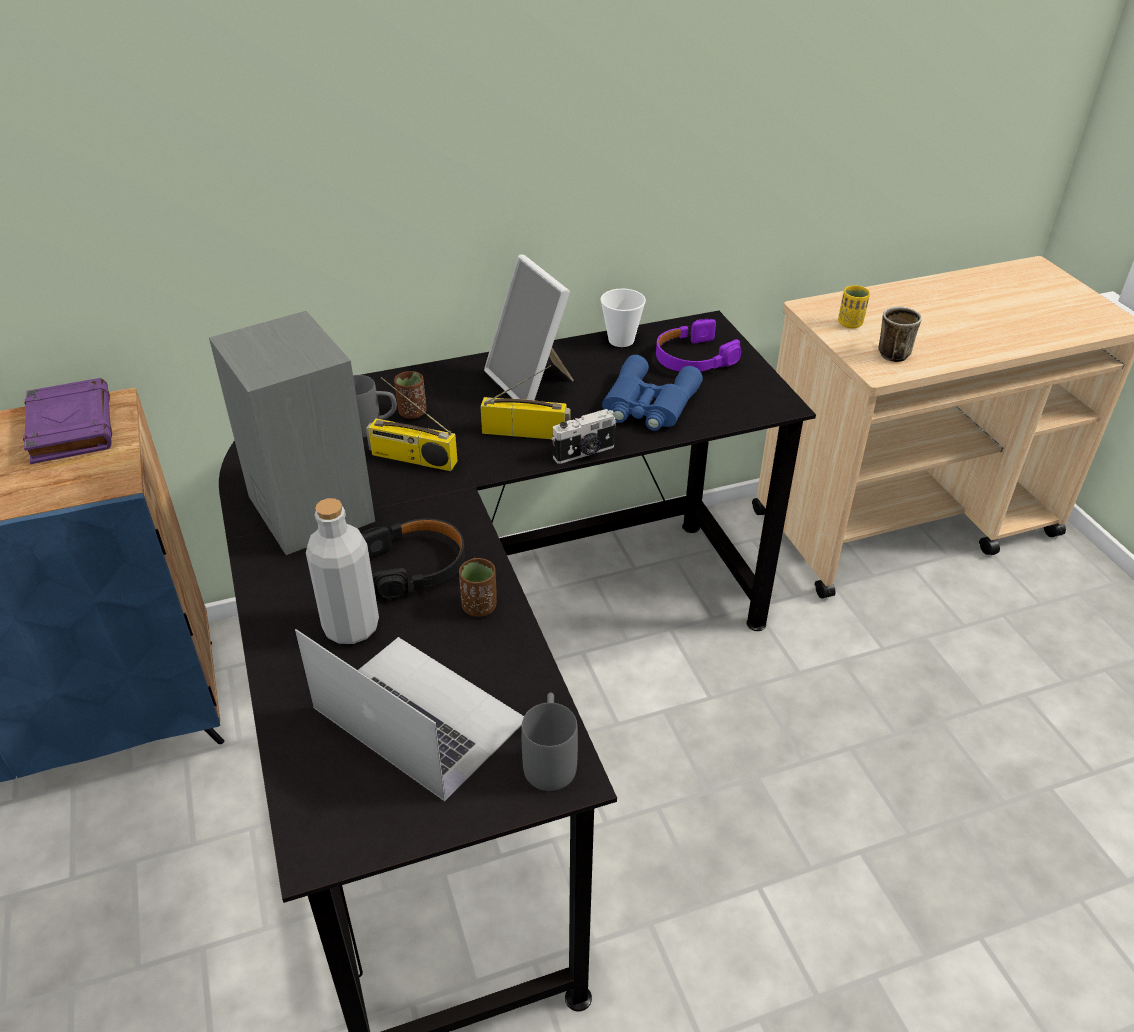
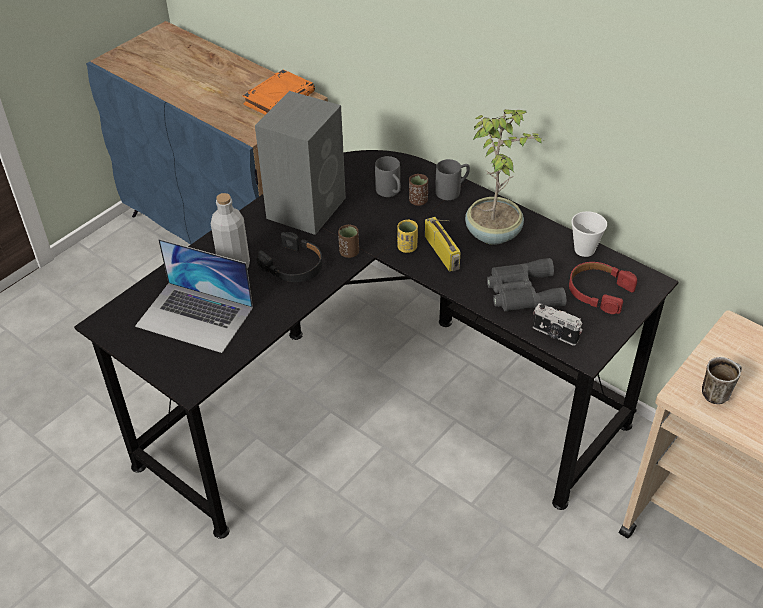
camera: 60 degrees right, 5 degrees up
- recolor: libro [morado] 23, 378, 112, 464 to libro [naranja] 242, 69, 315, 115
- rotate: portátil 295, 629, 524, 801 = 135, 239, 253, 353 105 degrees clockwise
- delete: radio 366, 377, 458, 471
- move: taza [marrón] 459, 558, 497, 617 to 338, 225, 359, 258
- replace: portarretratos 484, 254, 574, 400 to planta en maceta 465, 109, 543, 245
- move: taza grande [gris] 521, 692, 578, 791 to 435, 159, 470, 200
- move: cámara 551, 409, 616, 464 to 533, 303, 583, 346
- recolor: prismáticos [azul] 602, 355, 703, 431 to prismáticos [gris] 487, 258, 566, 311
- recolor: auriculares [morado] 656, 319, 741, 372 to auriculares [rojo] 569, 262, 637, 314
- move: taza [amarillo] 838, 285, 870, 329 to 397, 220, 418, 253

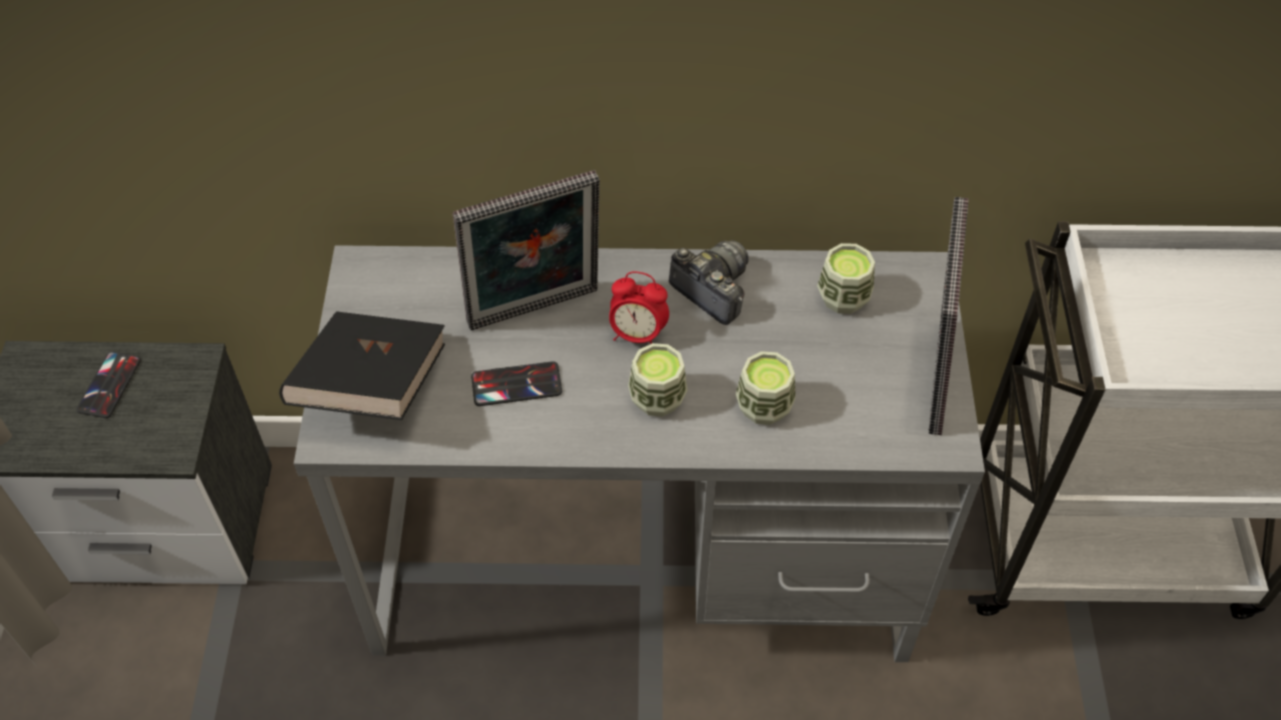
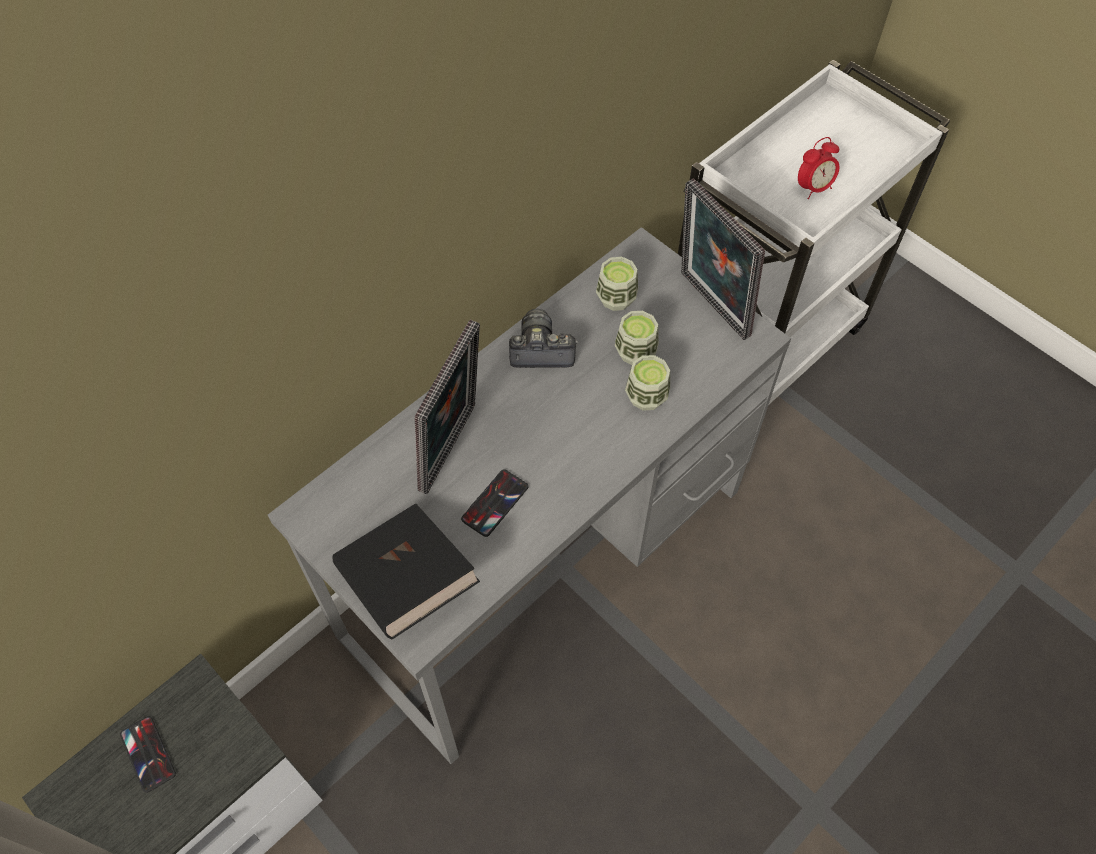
camera: 45 degrees left, 5 degrees up
- move: despertador 609, 271, 669, 344 to 798, 137, 839, 200
- move: taza 628, 343, 688, 417 to 615, 311, 659, 365

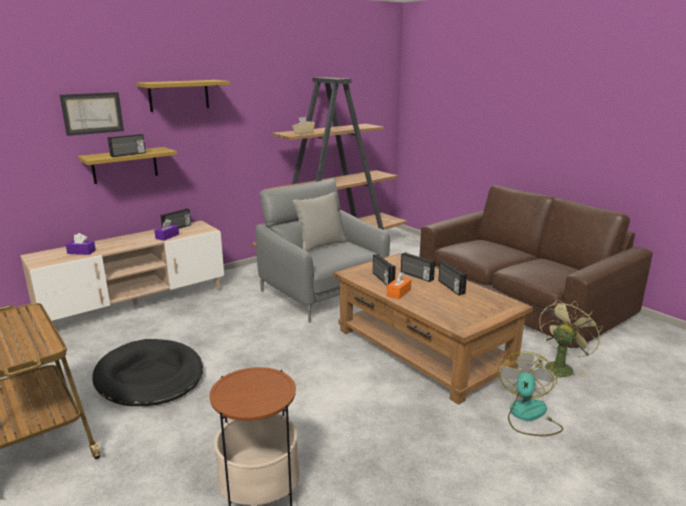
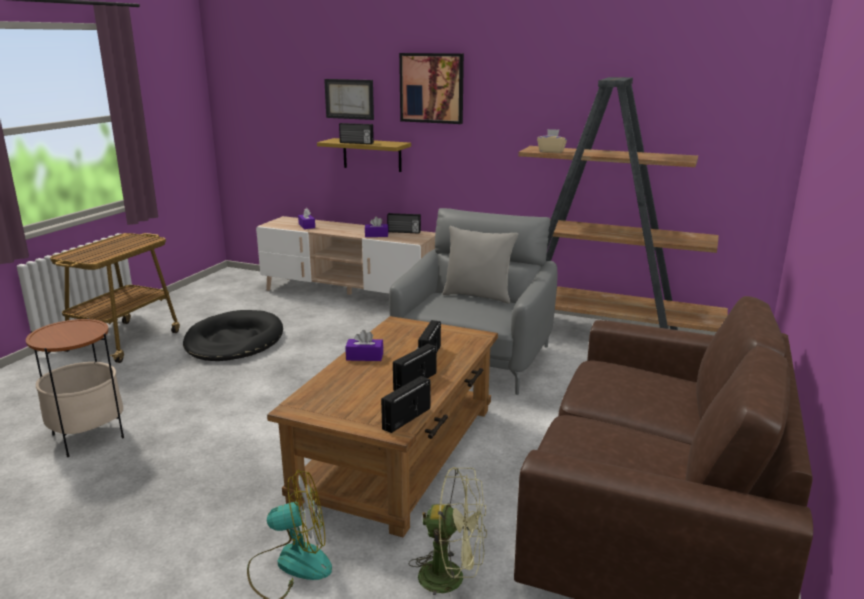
camera: 60 degrees right, 0 degrees up
- replace: estante 136, 80, 230, 112 to cuadro 399, 53, 464, 124
- move: radio 373, 254, 396, 285 to 381, 376, 430, 433
- recolor: caja de pañuelos [naranja] 387, 272, 411, 299 to caja de pañuelos [morado] 346, 330, 383, 361

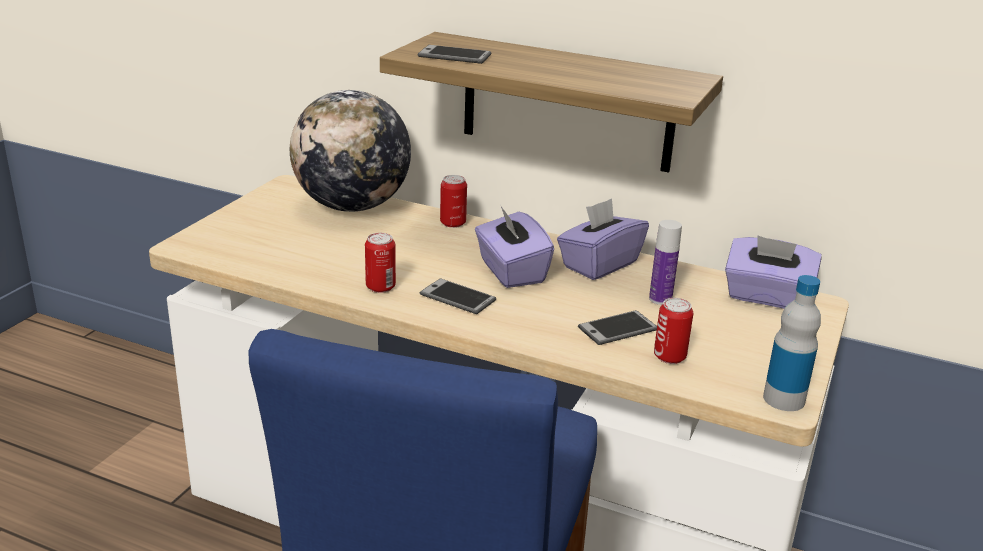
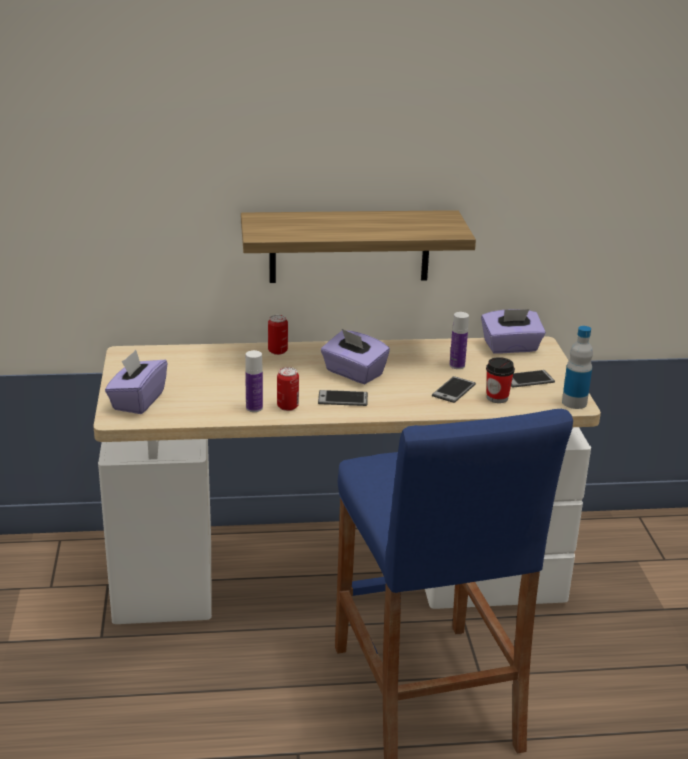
camera: 30 degrees left, 0 degrees up
- delete: globo terráqueo 290, 90, 411, 212
- move: móvil 418, 45, 491, 64 to 511, 370, 555, 388
- move: caja de pañuelos [morado] 557, 198, 649, 280 to 105, 350, 167, 414
- replace: lata 654, 298, 693, 364 to taza 486, 357, 515, 403
- insert: botella 245, 350, 263, 412

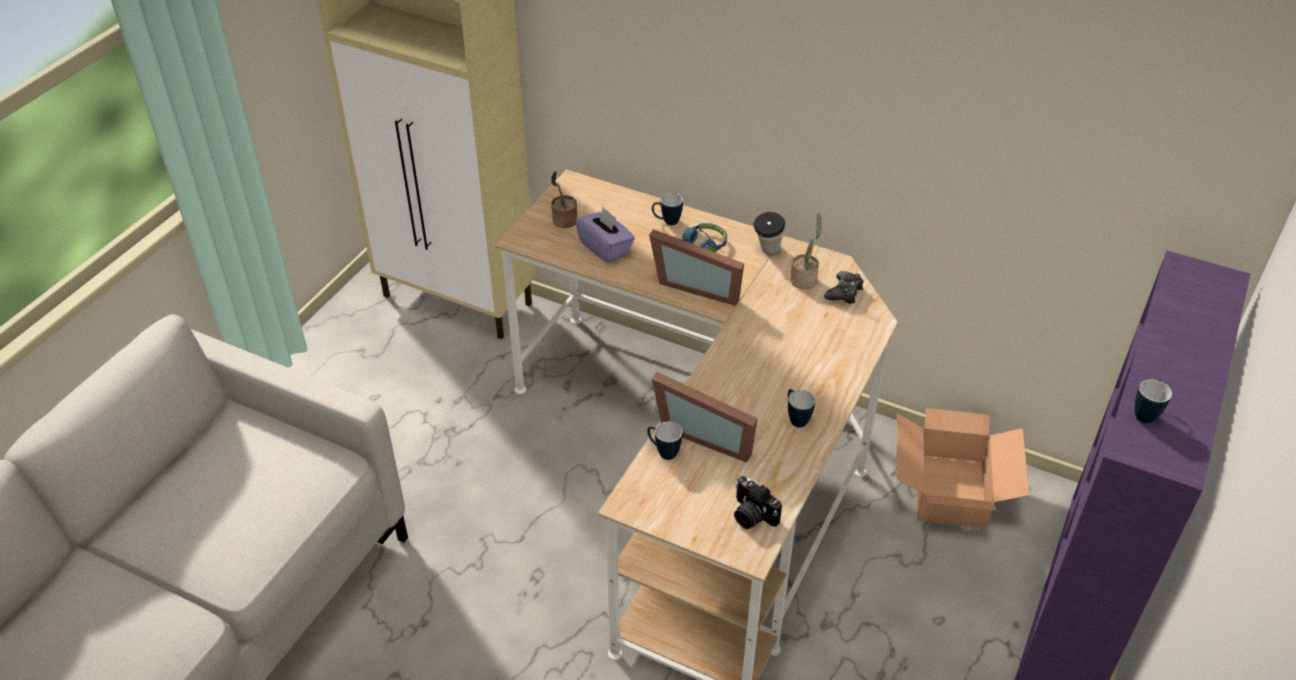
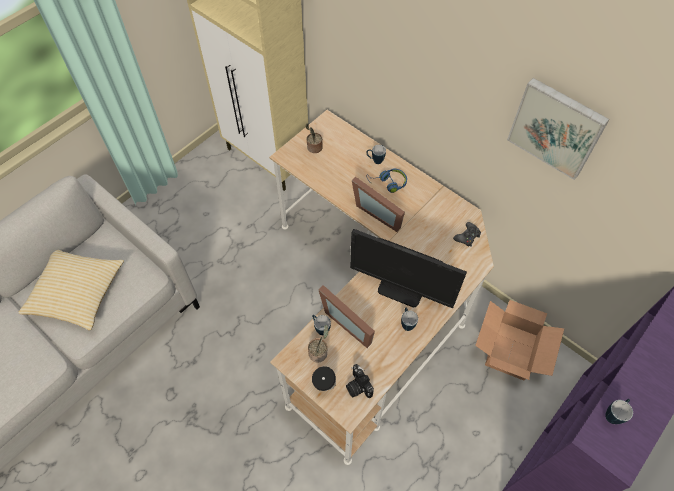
camera: 15 degrees right, 15 degrees up
- delete: caja de pañuelos [morado] 575, 207, 635, 264
- move: taza 753, 212, 785, 253 to 312, 366, 336, 391
- move: planta en maceta 790, 213, 822, 289 to 308, 325, 328, 363
- insert: cojín 18, 250, 124, 330
- insert: monitor 350, 229, 467, 308
- insert: cuadro 507, 78, 610, 180

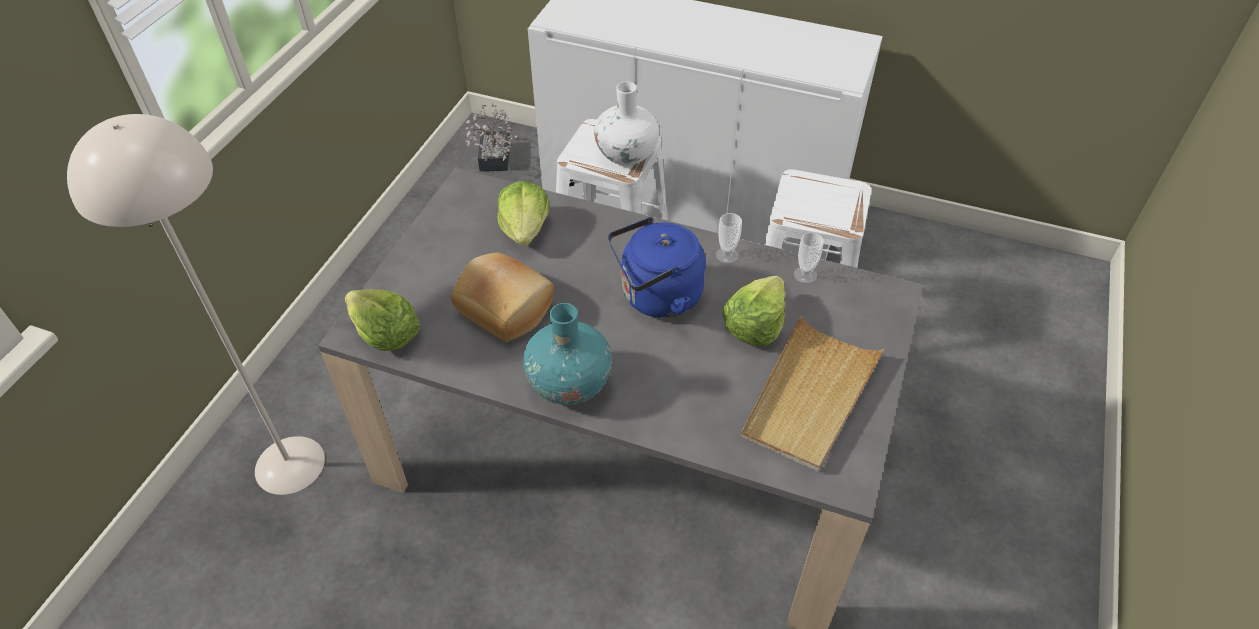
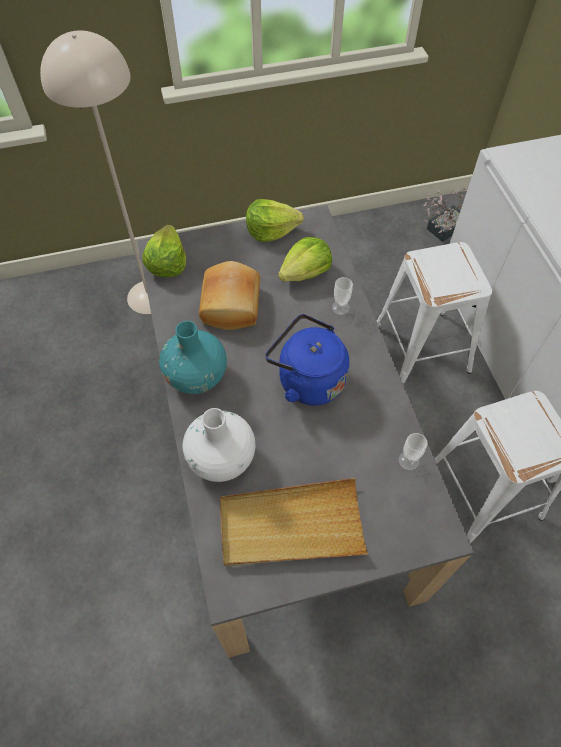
camera: 55 degrees right, 10 degrees up
- move: florero [blanco] 594, 81, 659, 166 to 183, 408, 255, 482
- move: taza 716, 213, 742, 263 to 332, 277, 353, 315
- move: lechuga 722, 276, 785, 346 to 246, 199, 304, 242

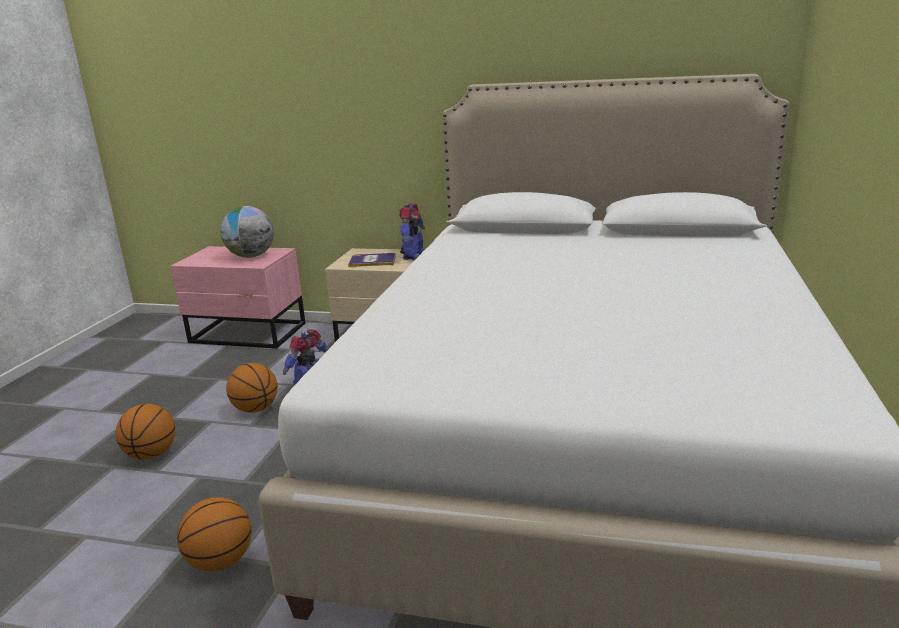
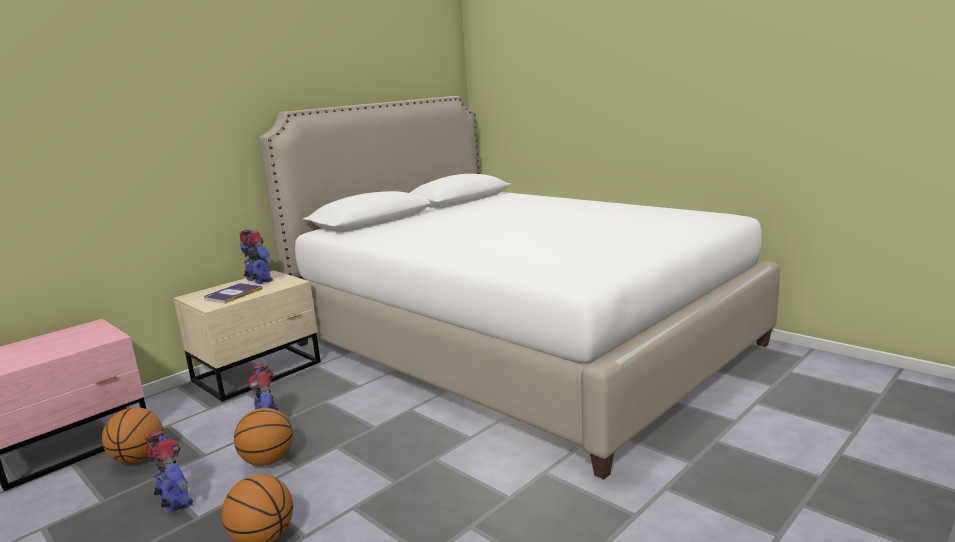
camera: 60 degrees left, 5 degrees down
- move: balón de baloncesto 177, 497, 252, 571 to 102, 407, 163, 463
- delete: globo terráqueo 221, 206, 274, 258
- insert: robot de juguete 145, 430, 193, 514

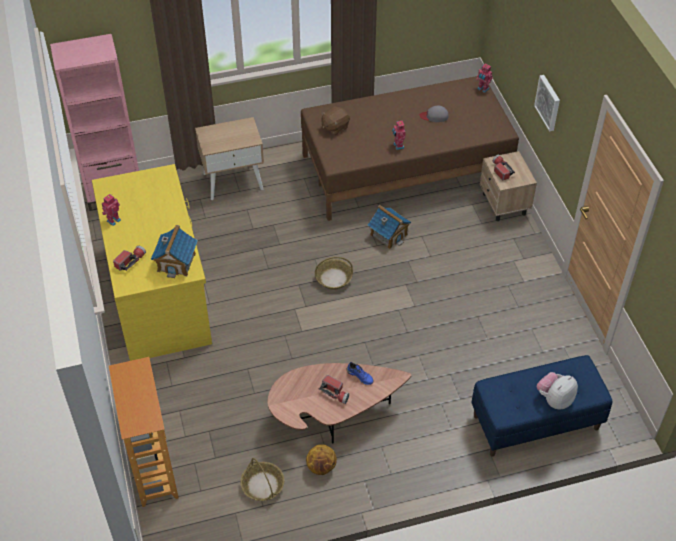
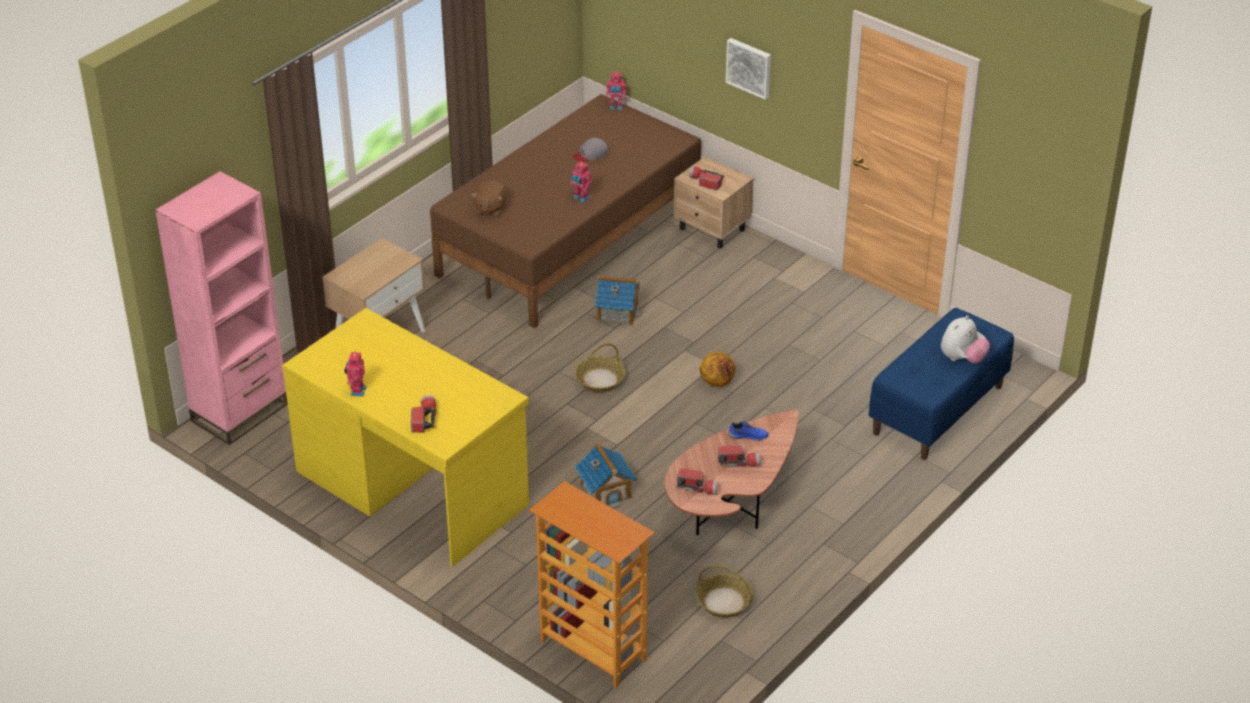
camera: 35 degrees left, 10 degrees down
- move: casita 151, 225, 198, 278 to 575, 442, 637, 508
- move: balón de baloncesto 306, 444, 337, 475 to 700, 352, 736, 387
- rotate: peluche 537, 372, 578, 409 = 941, 316, 990, 364 150 degrees counterclockwise
- insert: linterna 676, 468, 717, 495

